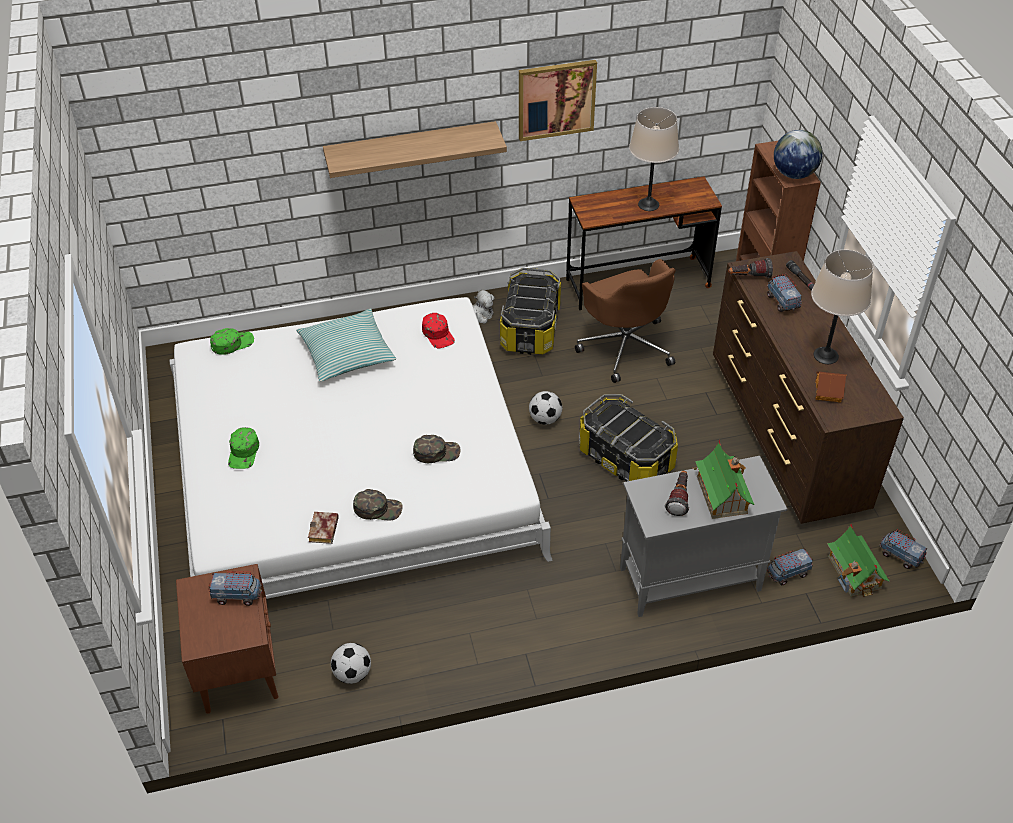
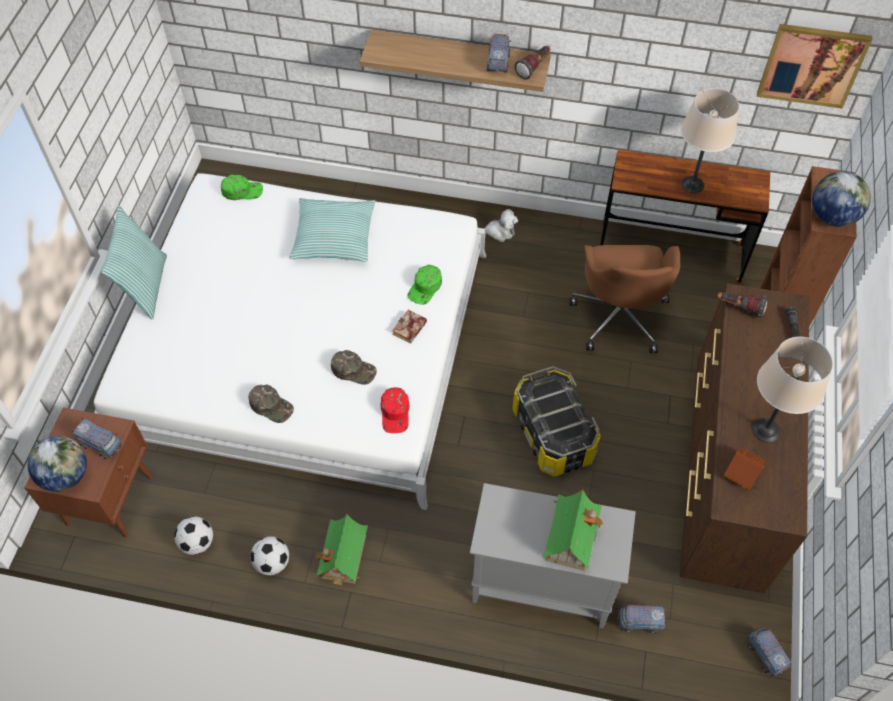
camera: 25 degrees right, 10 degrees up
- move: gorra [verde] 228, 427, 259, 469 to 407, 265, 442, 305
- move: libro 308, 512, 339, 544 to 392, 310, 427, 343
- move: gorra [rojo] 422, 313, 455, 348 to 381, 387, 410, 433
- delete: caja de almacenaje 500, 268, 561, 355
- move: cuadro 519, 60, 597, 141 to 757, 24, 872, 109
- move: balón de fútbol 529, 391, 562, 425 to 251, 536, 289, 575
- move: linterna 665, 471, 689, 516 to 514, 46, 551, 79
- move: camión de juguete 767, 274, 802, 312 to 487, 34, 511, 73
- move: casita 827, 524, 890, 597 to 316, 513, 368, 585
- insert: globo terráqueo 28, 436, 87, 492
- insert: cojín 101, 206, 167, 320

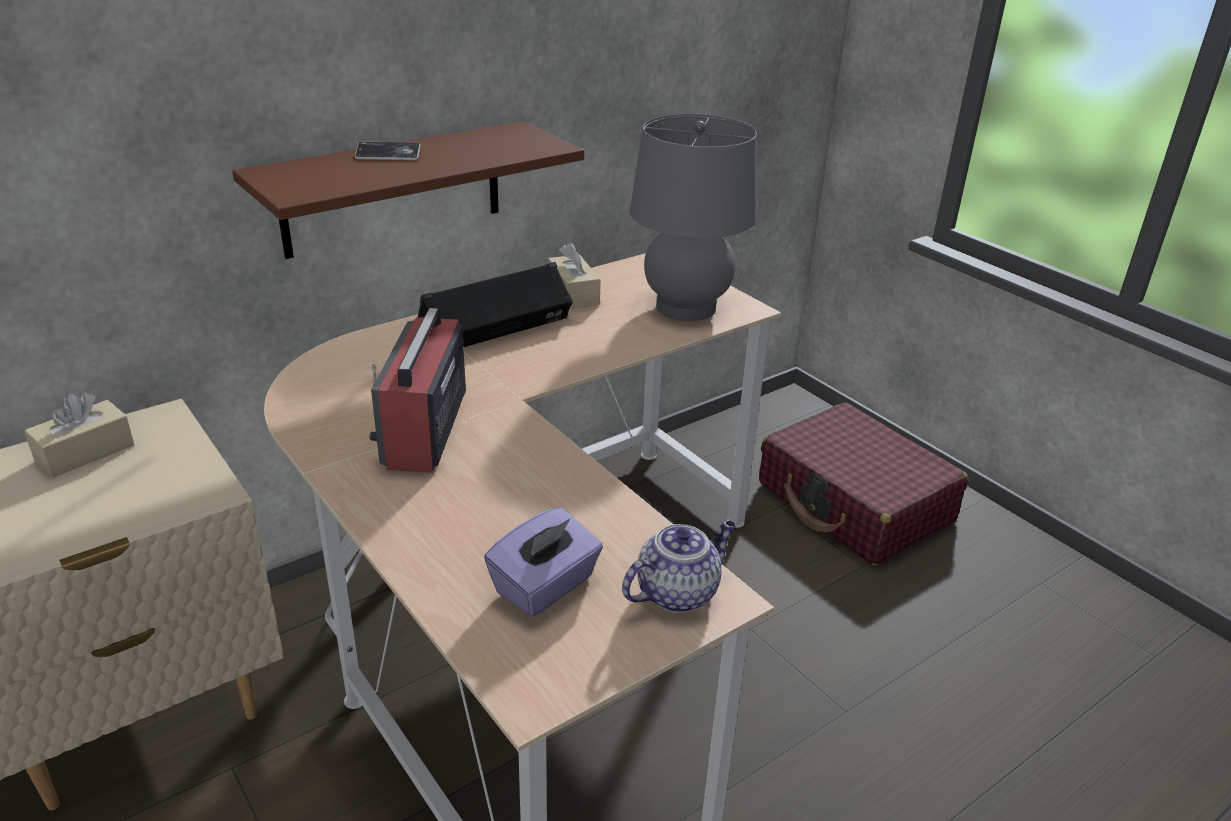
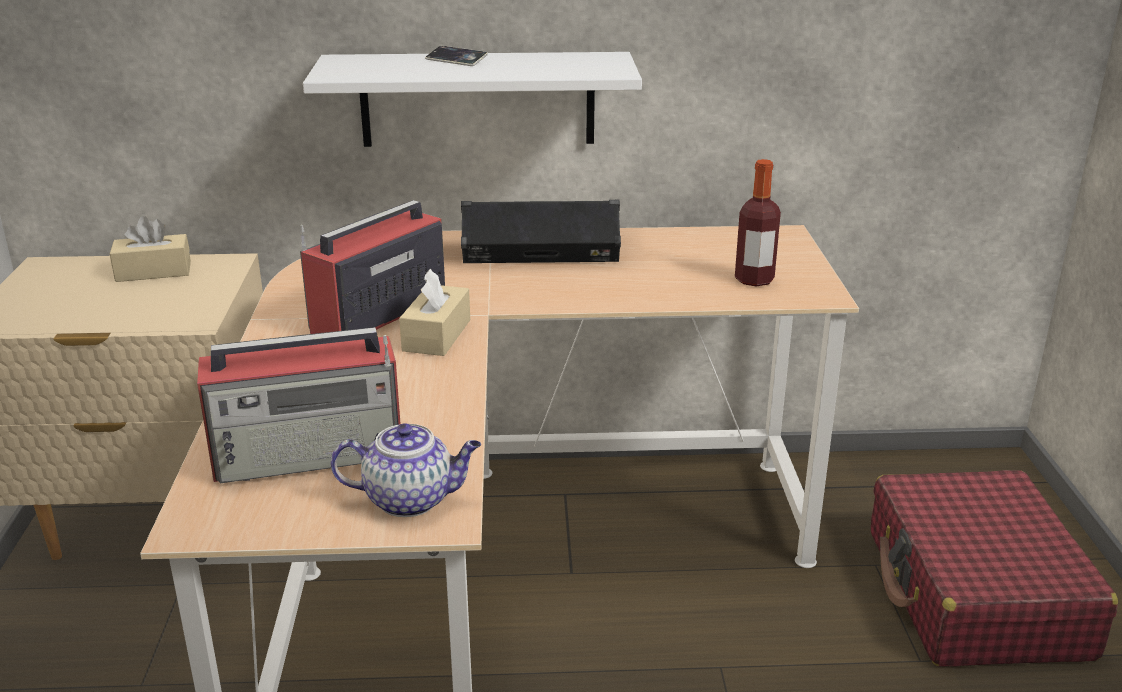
camera: 35 degrees right, 5 degrees down
- recolor: estante [marrón] 232, 121, 584, 259 to estante [blanco] 303, 52, 642, 147
- replace: caja de pañuelos [morado] 484, 507, 603, 617 to radio 197, 327, 401, 483
- move: caja de pañuelos [beis] 548, 243, 601, 309 to 399, 269, 470, 356
- replace: lámpara de mesa [gris] 630, 114, 757, 321 to botella 735, 159, 781, 287

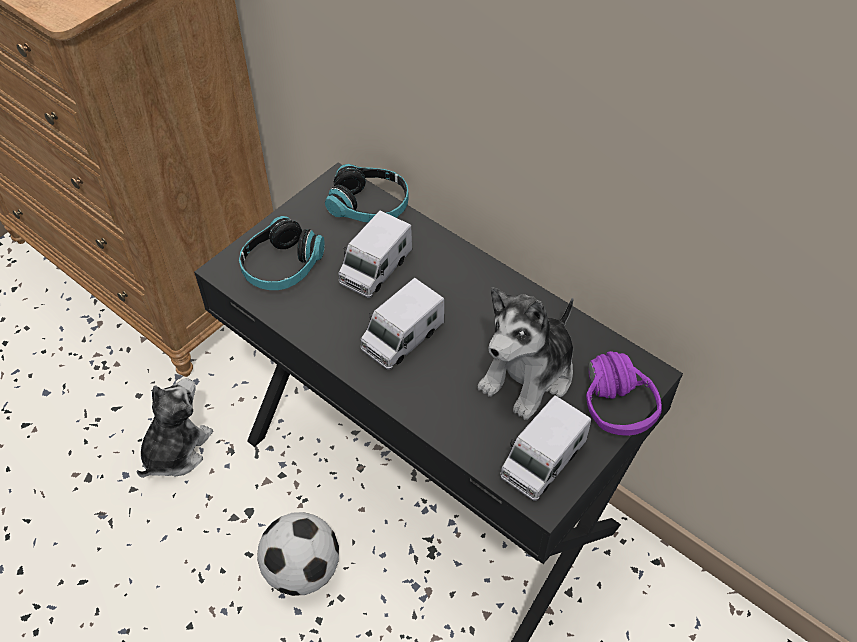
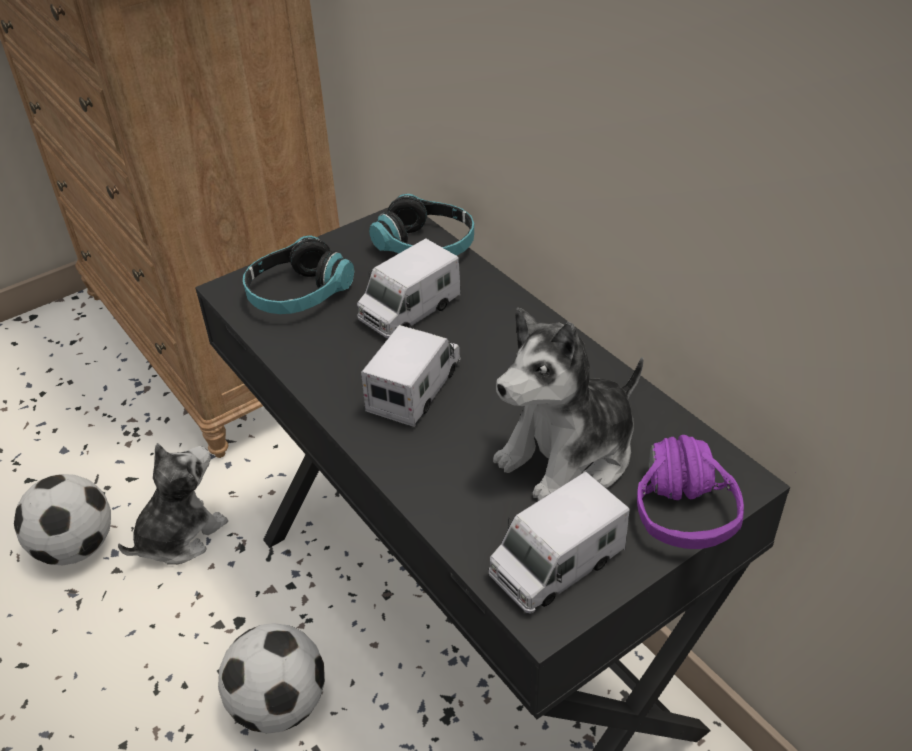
camera: 15 degrees right, 10 degrees down
- rotate: camión de juguete 361, 278, 444, 370 = 361, 325, 461, 427 150 degrees clockwise
- insert: balón de fútbol 14, 474, 111, 565

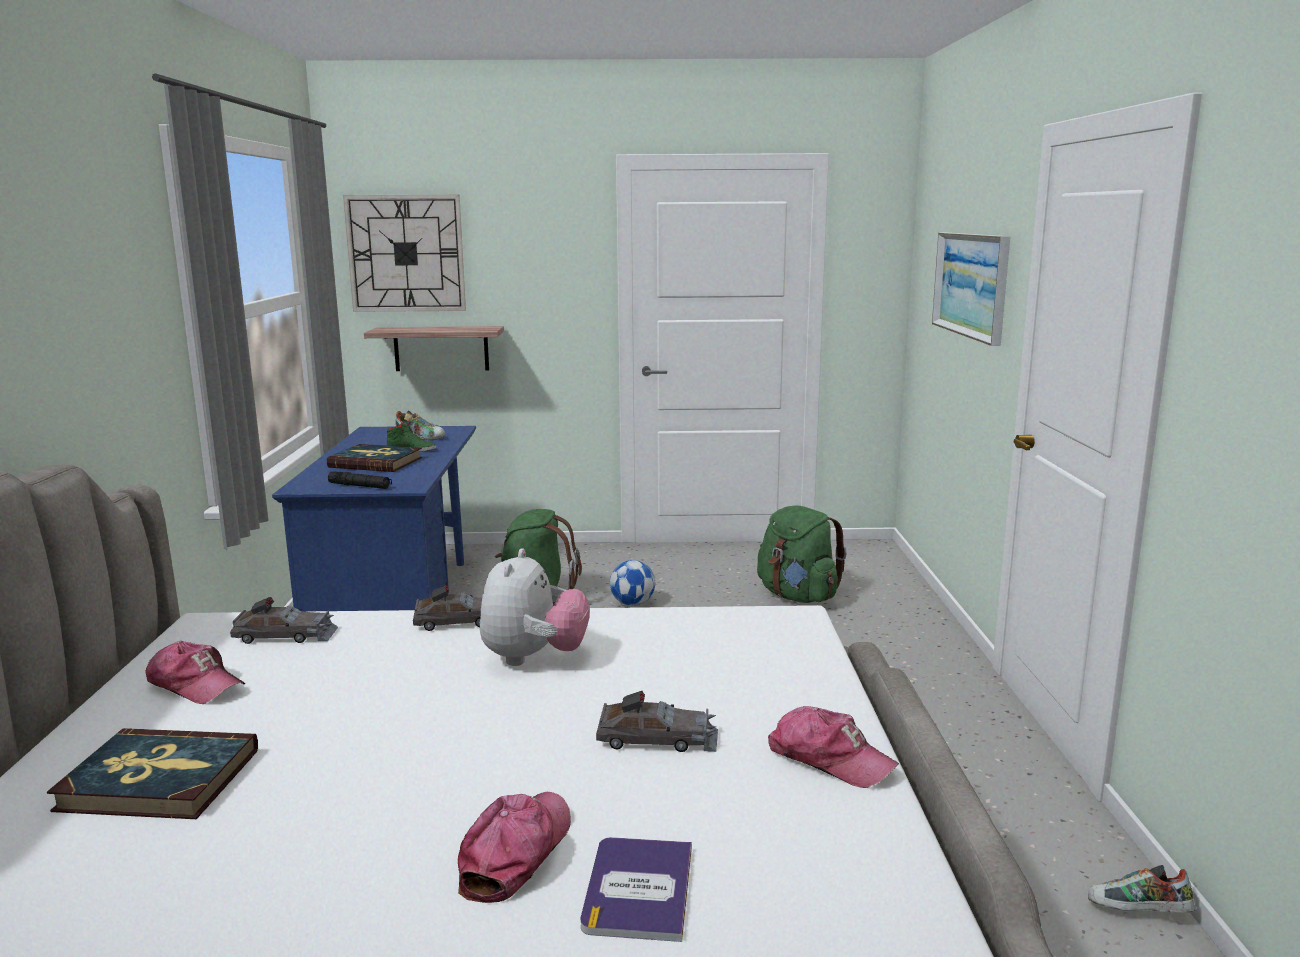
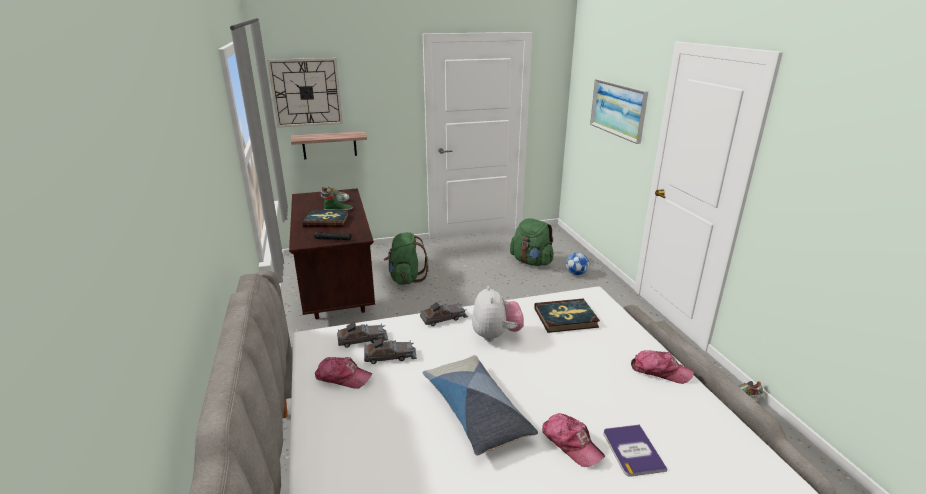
camera: 15 degrees left, 10 degrees up
- move: libro 47, 728, 258, 819 to 534, 299, 600, 333
- recolor: escritorio [azul] 272, 426, 476, 612 to escritorio [marrón] 289, 188, 375, 319
- rotate: gorra 458, 792, 571, 903 = 542, 413, 605, 467 135 degrees clockwise
- move: coche de juguete [gris] 596, 691, 718, 752 to 364, 338, 417, 364
- move: balón de fútbol 610, 560, 655, 606 to 566, 253, 589, 275
- insert: cojín 423, 355, 538, 456

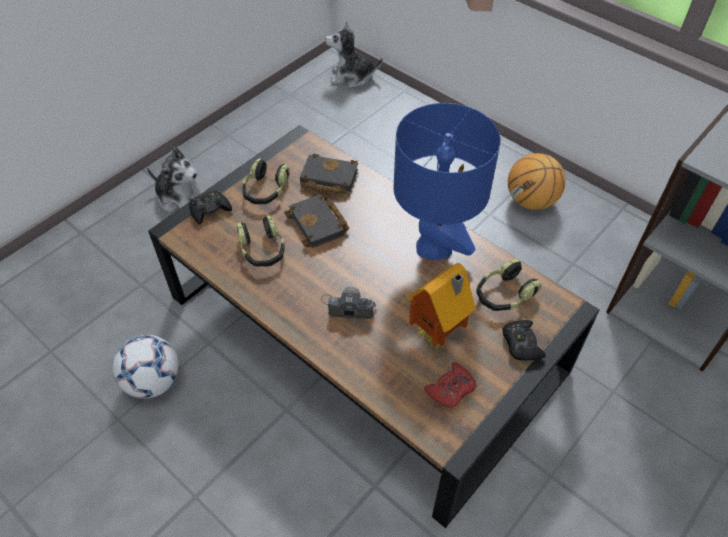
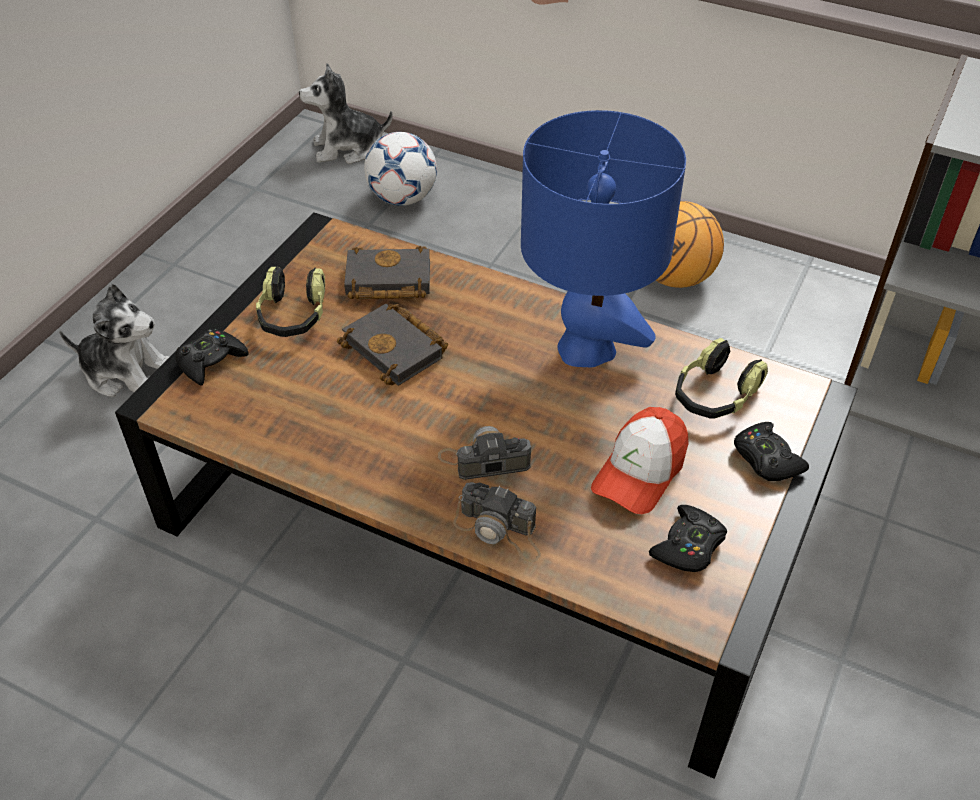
camera: 15 degrees left, 5 degrees down
- move: balón de fútbol 113, 335, 179, 399 to 364, 132, 437, 206
- delete: auriculares 237, 215, 285, 267
- replace: casita 406, 263, 476, 350 to gorra 591, 407, 689, 514
- recolor: mando de consola [rojo] 424, 362, 476, 407 to mando de consola [negro] 649, 505, 727, 572
- insert: cámara 453, 482, 541, 562

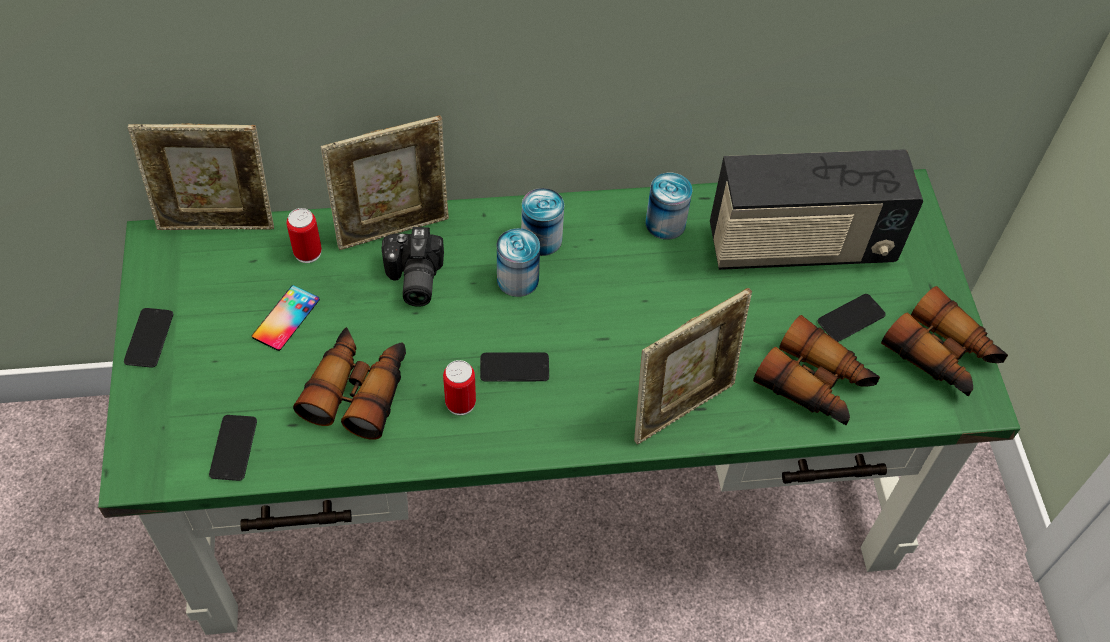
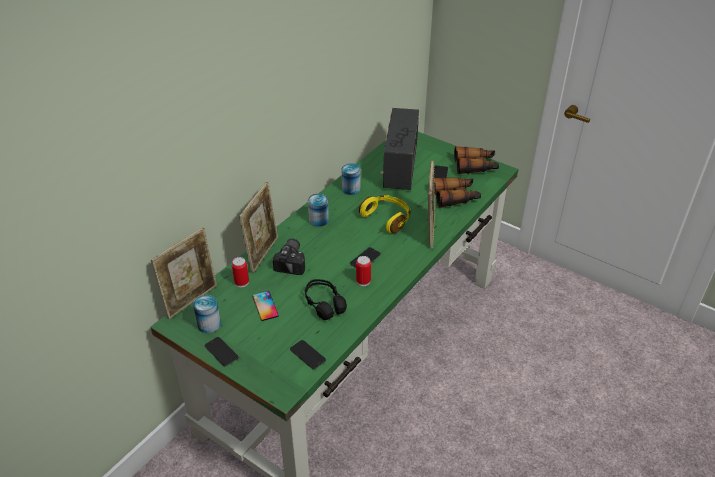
camera: 45 degrees left, 15 degrees down
- replace: prismáticos 293, 327, 406, 440 to auriculares [negro] 305, 279, 347, 320
- rotate: cámara 382, 227, 444, 307 = 273, 239, 305, 275 120 degrees counterclockwise
- move: lata 497, 228, 540, 297 to 193, 295, 221, 333
- rotate: radio 710, 149, 923, 270 = 380, 108, 419, 190 150 degrees clockwise
- insert: auriculares [amarillo] 359, 195, 411, 233

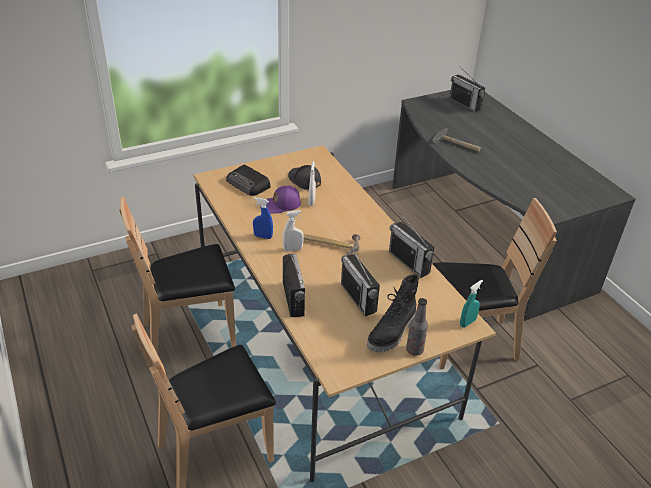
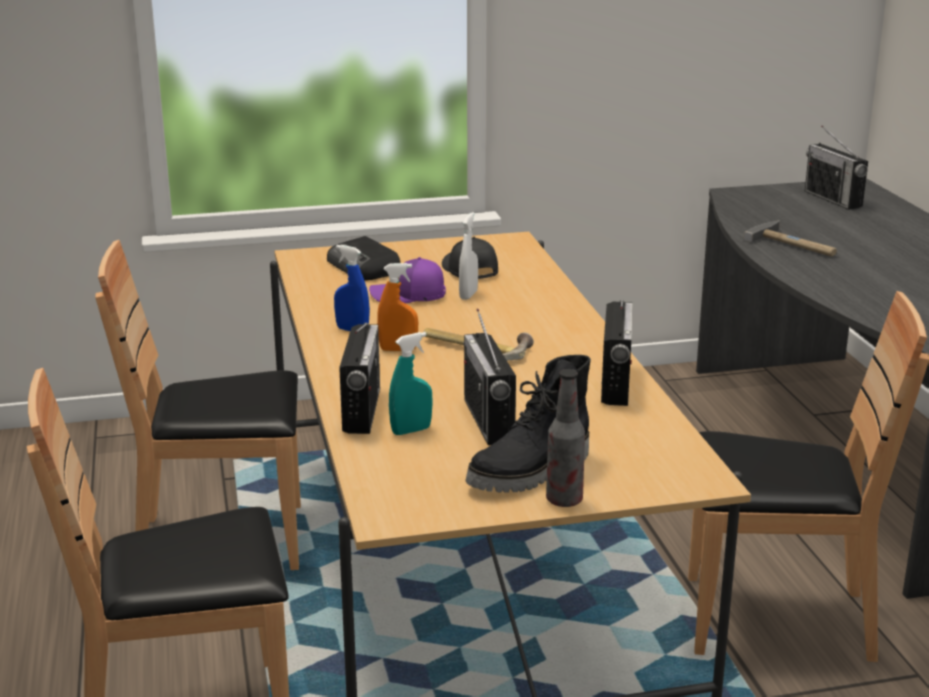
camera: 15 degrees right, 15 degrees down
- recolor: pulverizador [blanco] 282, 210, 304, 252 to pulverizador [naranja] 377, 263, 418, 351
- rotate: radio 389, 214, 434, 278 = 601, 300, 633, 406 150 degrees counterclockwise
- move: pulverizador [turquesa] 460, 280, 483, 327 to 389, 332, 433, 435

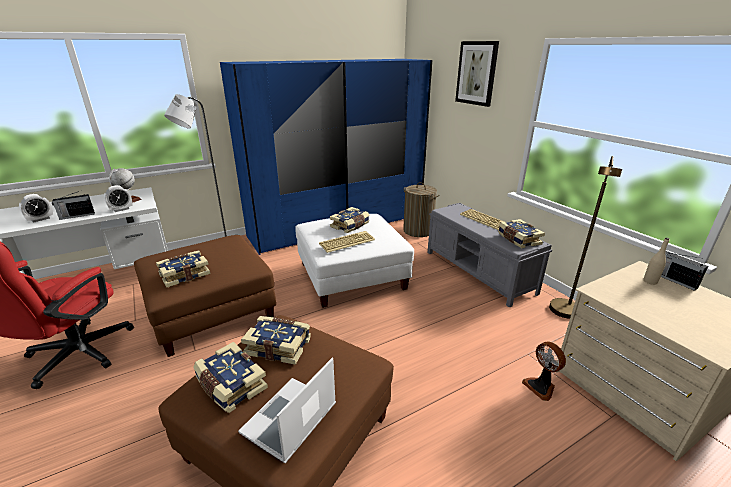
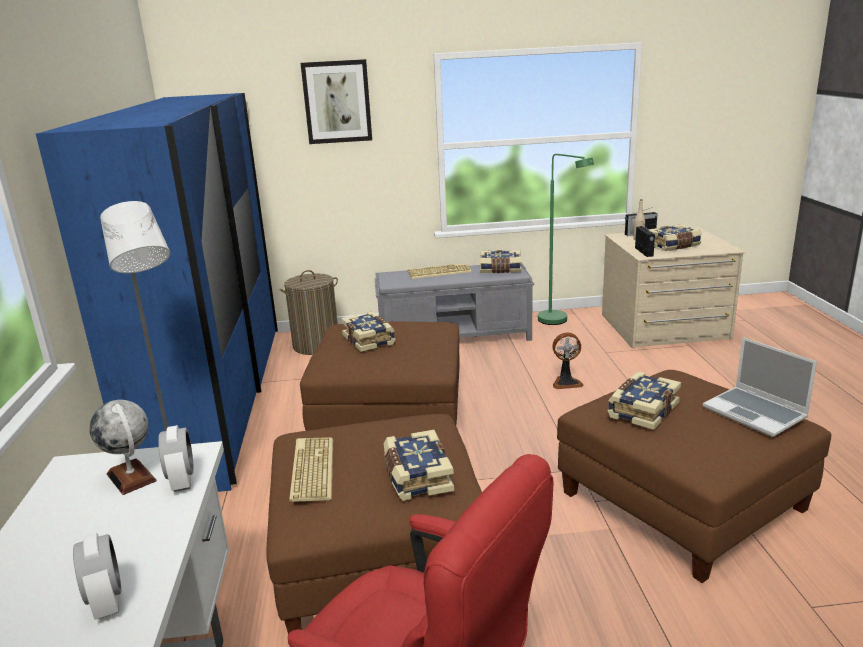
camera: 65 degrees left, 5 degrees down
- move: radio 52, 190, 95, 220 to 635, 223, 655, 257
- move: libro 193, 342, 268, 413 to 648, 224, 702, 251
- recolor: puf [blanco] 295, 214, 414, 308 to puf [marrón] 300, 322, 460, 431
- move: teclado 319, 231, 375, 253 to 289, 437, 333, 502
- move: ventilador 522, 341, 566, 401 to 552, 332, 583, 389
- recolor: lámpara de pie [marrón] 549, 156, 622, 319 to lámpara de pie [verde] 538, 154, 594, 325

